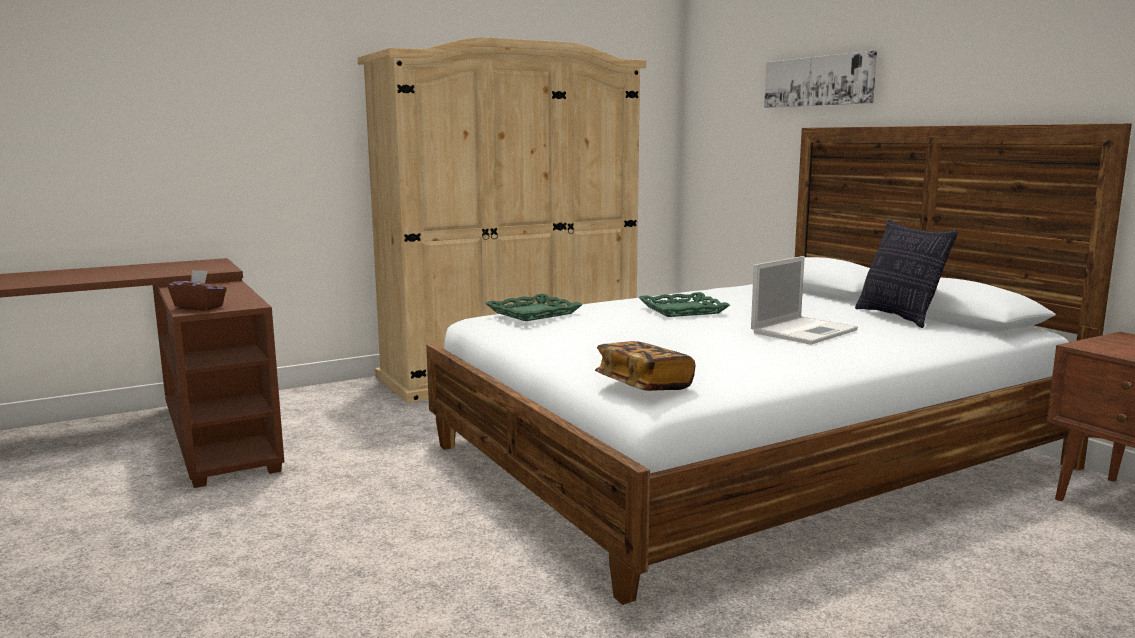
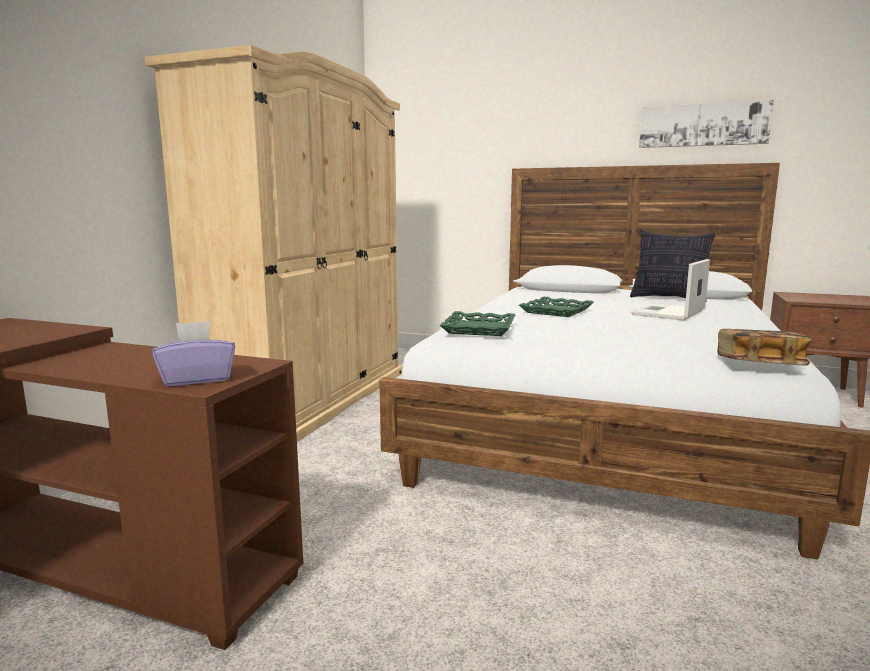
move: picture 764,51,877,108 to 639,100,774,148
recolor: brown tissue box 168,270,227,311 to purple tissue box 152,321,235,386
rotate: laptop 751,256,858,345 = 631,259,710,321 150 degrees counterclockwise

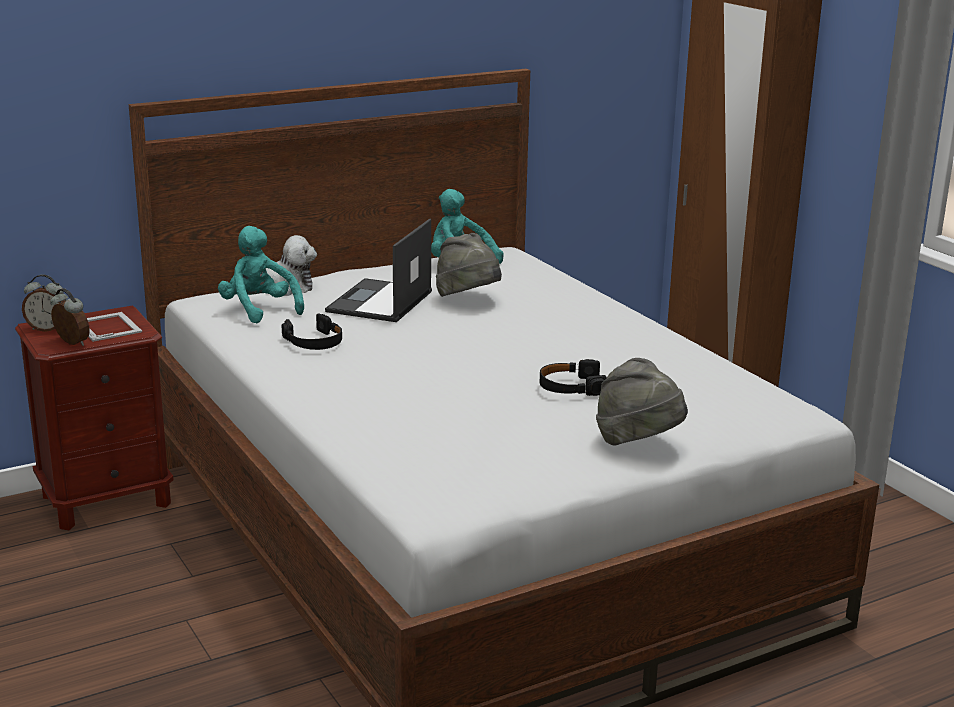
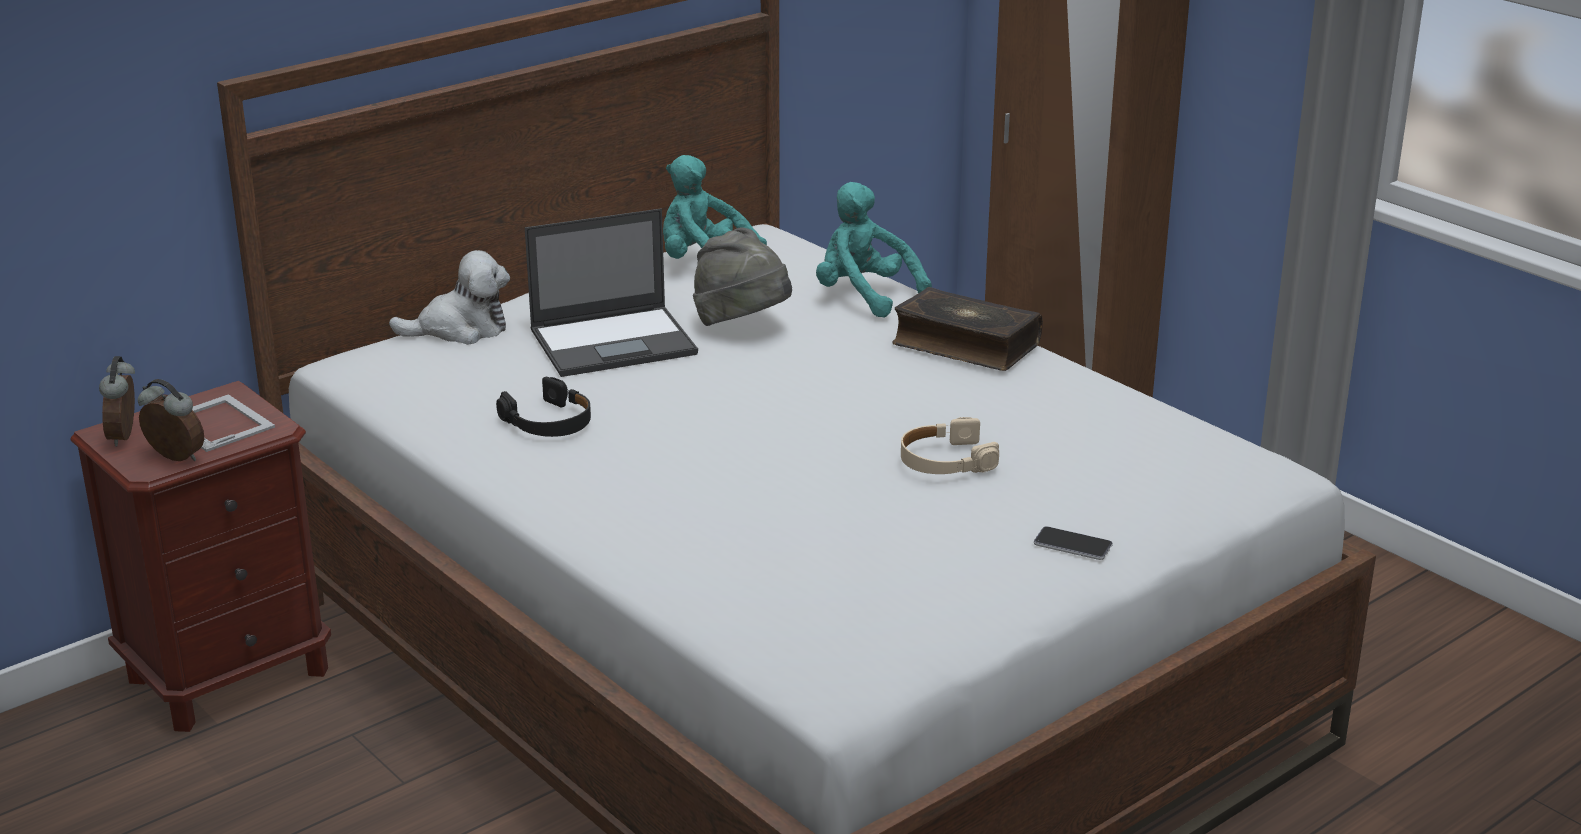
insert: book 892,287,1043,371
move: turquoise plush toy 218,226,304,323 to 816,182,932,318
replace: grey hat 596,358,688,446 to phone 1034,526,1113,560
recolor: black headphones 540,359,607,396 to beige headphones 901,417,999,474
rotate: alarm clock 22,274,65,332 = 99,356,135,447 90 degrees clockwise; laptop 325,219,432,322 = 525,208,698,377 120 degrees counterclockwise

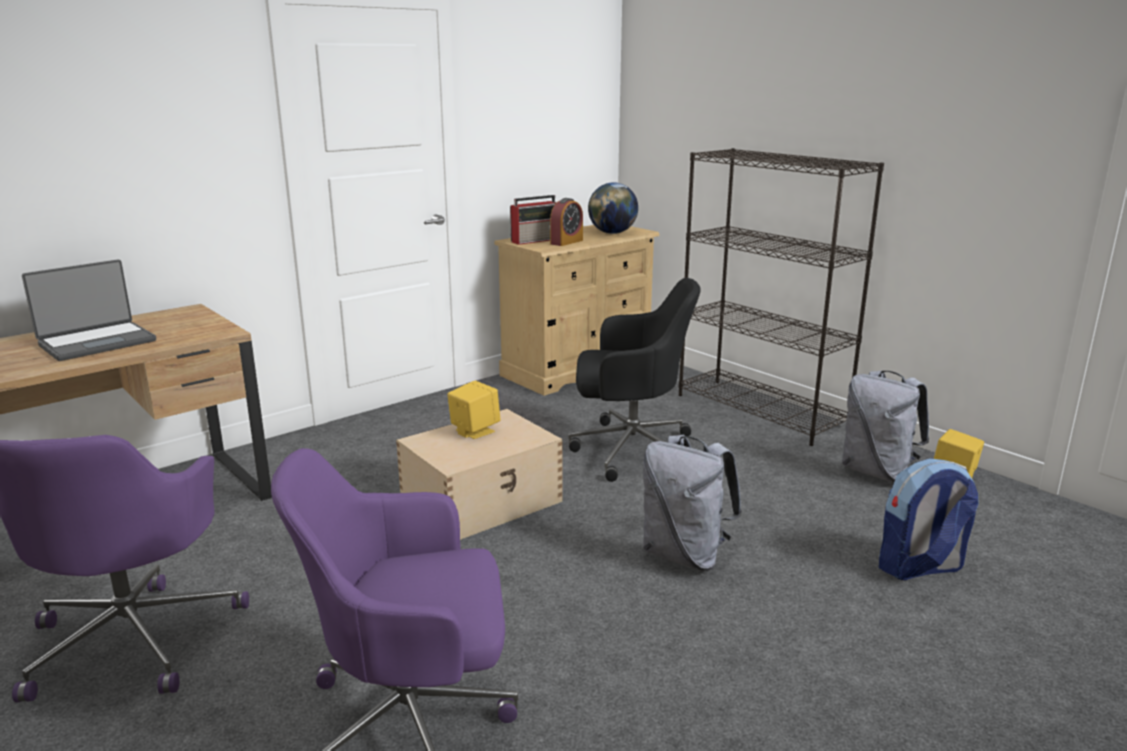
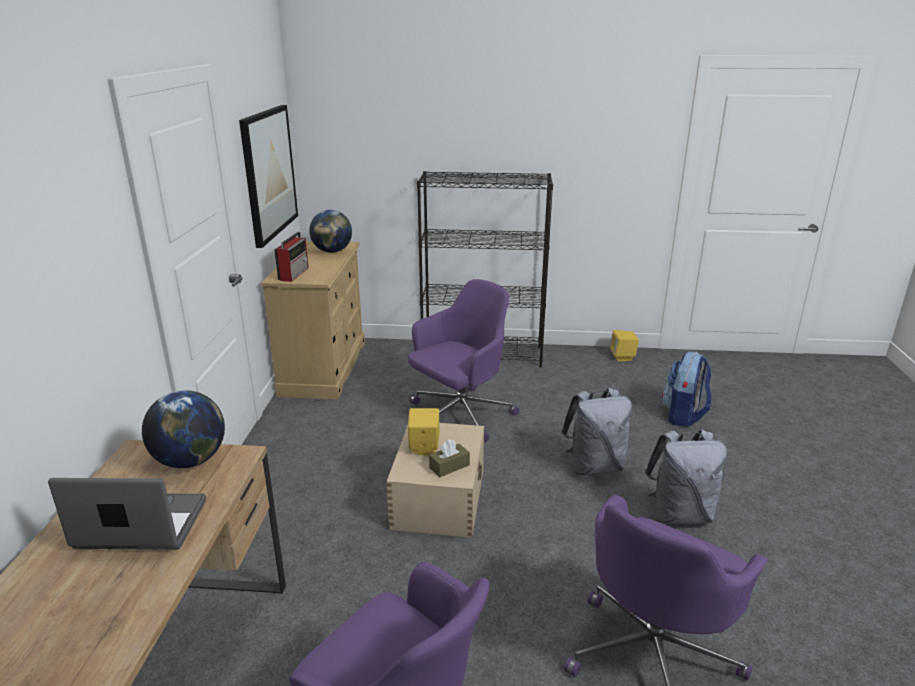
delete: alarm clock 550,198,583,246
insert: globe 142,390,225,468; picture 239,105,298,248; brown tissue box 429,439,470,477
move: grey backpack 842,371,929,482 to 645,429,727,524
recolor: black office chair 568,278,701,482 to purple office chair 408,279,519,442
rotate: laptop 22,259,156,361 = 48,478,206,550 90 degrees counterclockwise

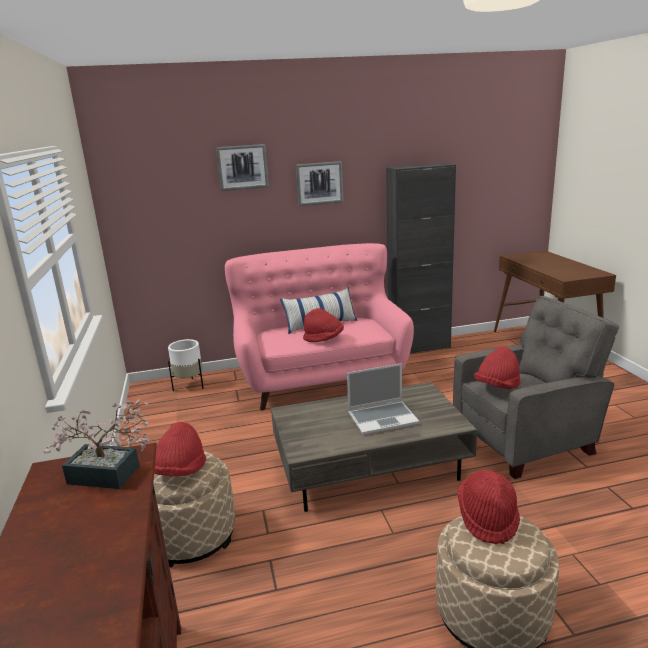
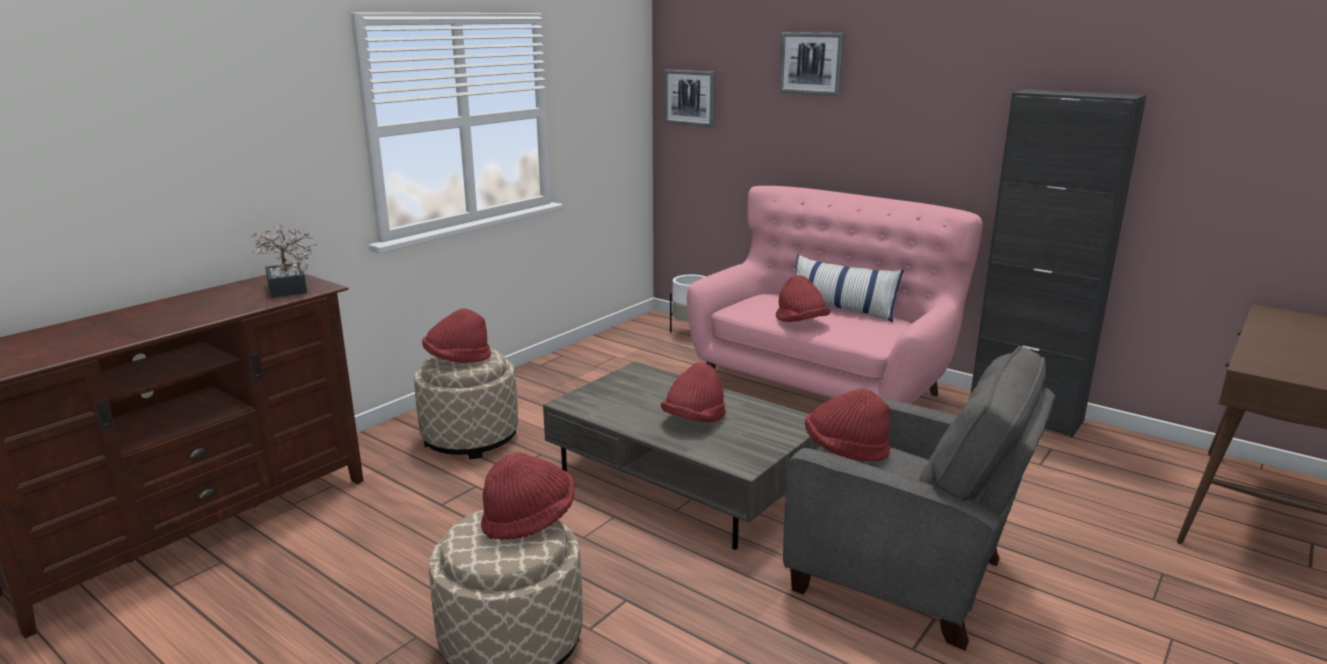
move: picture 296,161,343,206 to 664,70,716,127
replace: laptop 347,363,419,435 to red hat 660,362,726,422

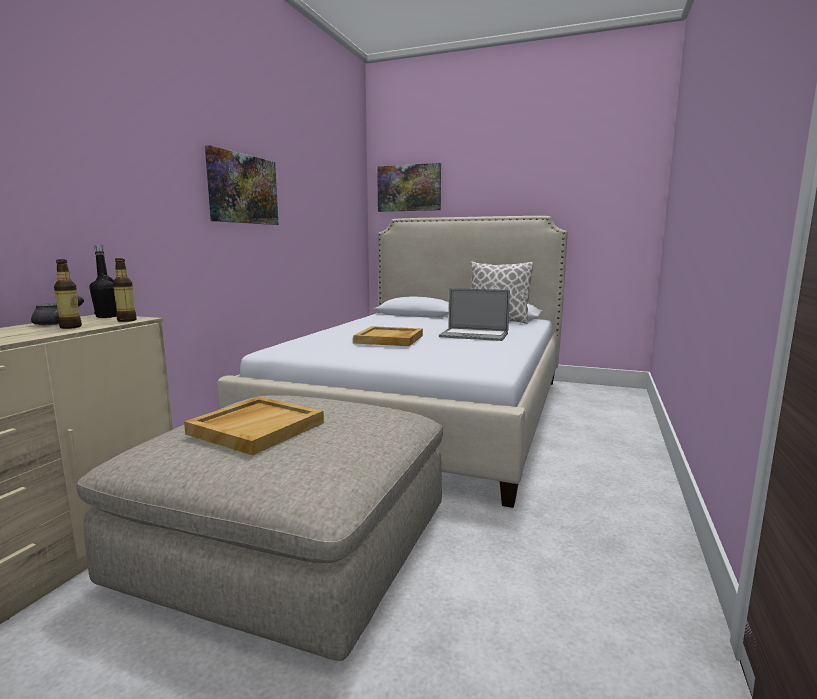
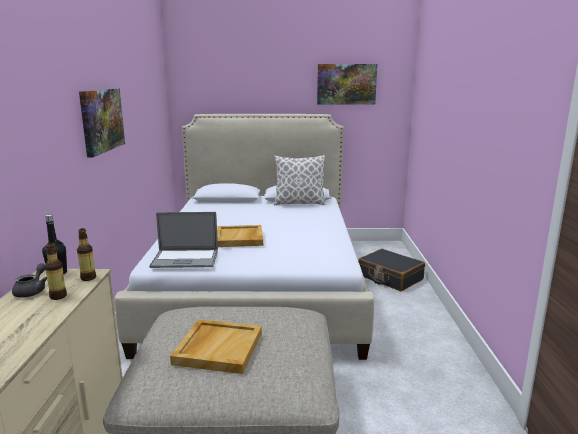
insert: black suitcase 358,249,425,291
move: laptop 439,288,510,341 to 149,212,218,268; picture 377,163,441,212 to 317,64,377,105

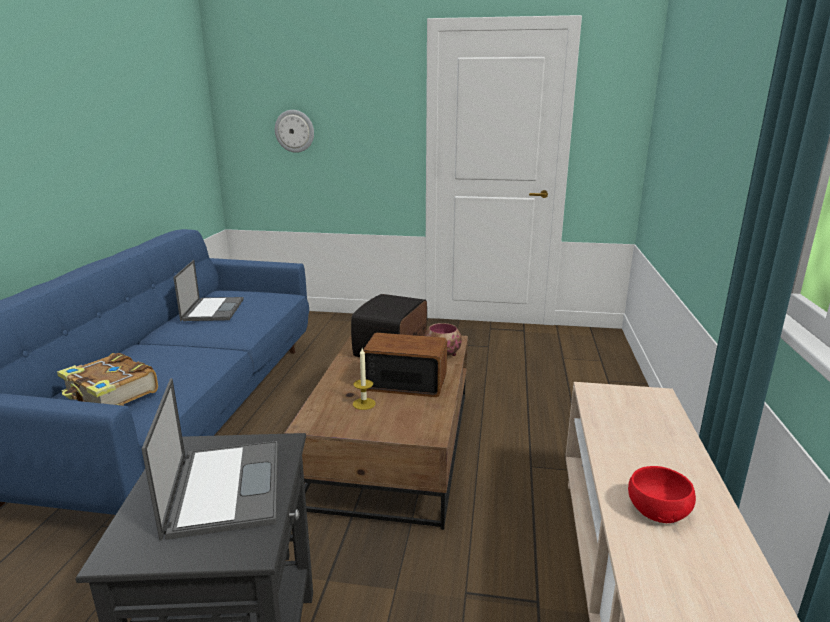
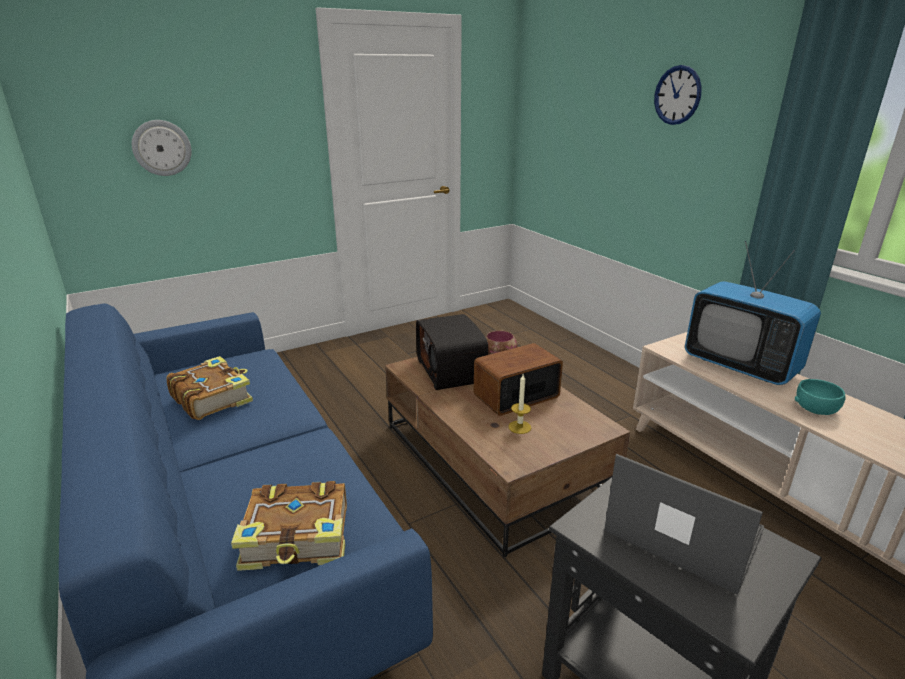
insert: wall clock 654,65,702,125; television 685,241,821,385
replace: laptop 173,260,244,321 to book 166,356,253,420
recolor: red bowl 628,466,696,523 to turquoise bowl 795,379,846,415

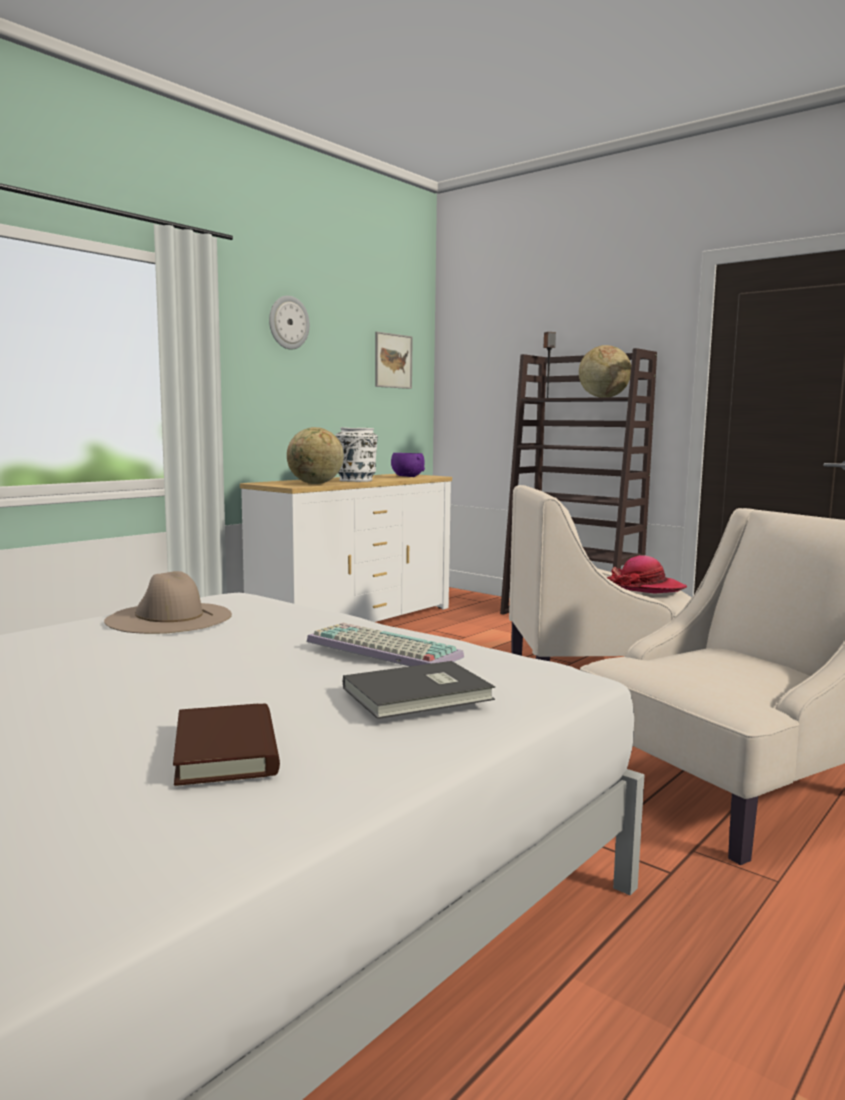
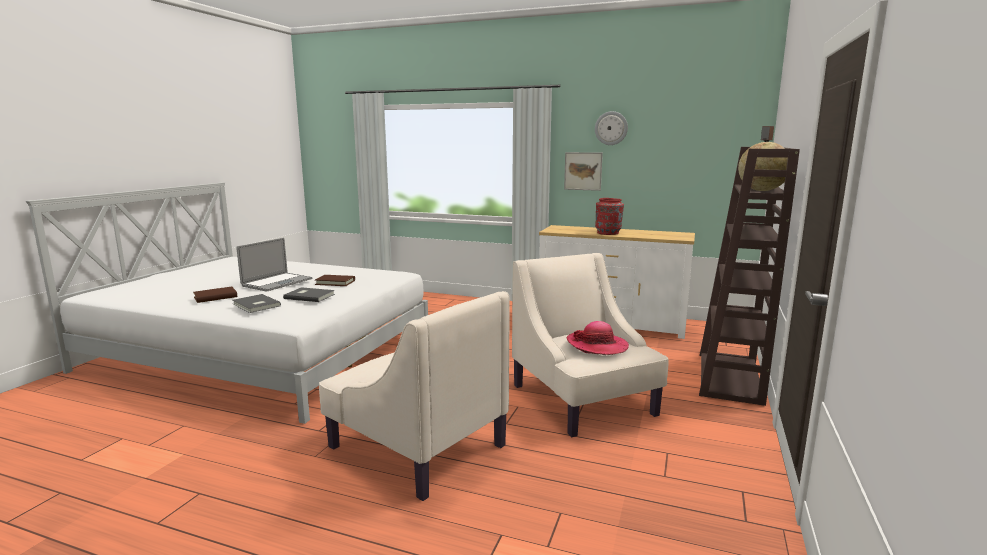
delete: beige hat 104,571,232,634; globe 287,427,344,484; purple bowl 391,453,425,477
insert: laptop 236,238,313,291; brown book 315,275,355,286
move: picture 375,332,413,389 to 564,152,603,191
replace: keyboard 307,623,464,666 to grey book 283,287,335,302
recolor: white vase 336,427,378,482 to red vase 595,198,624,235

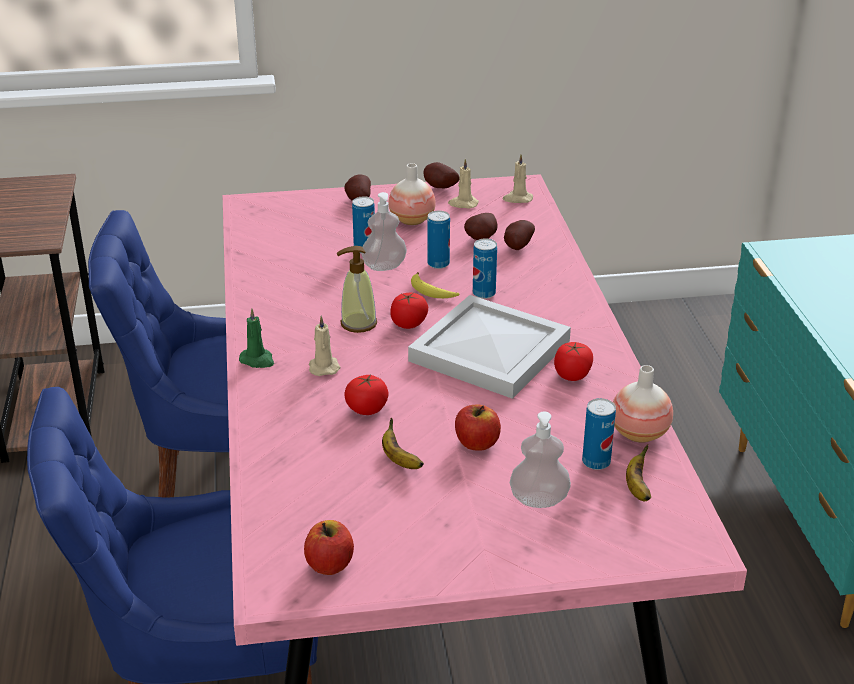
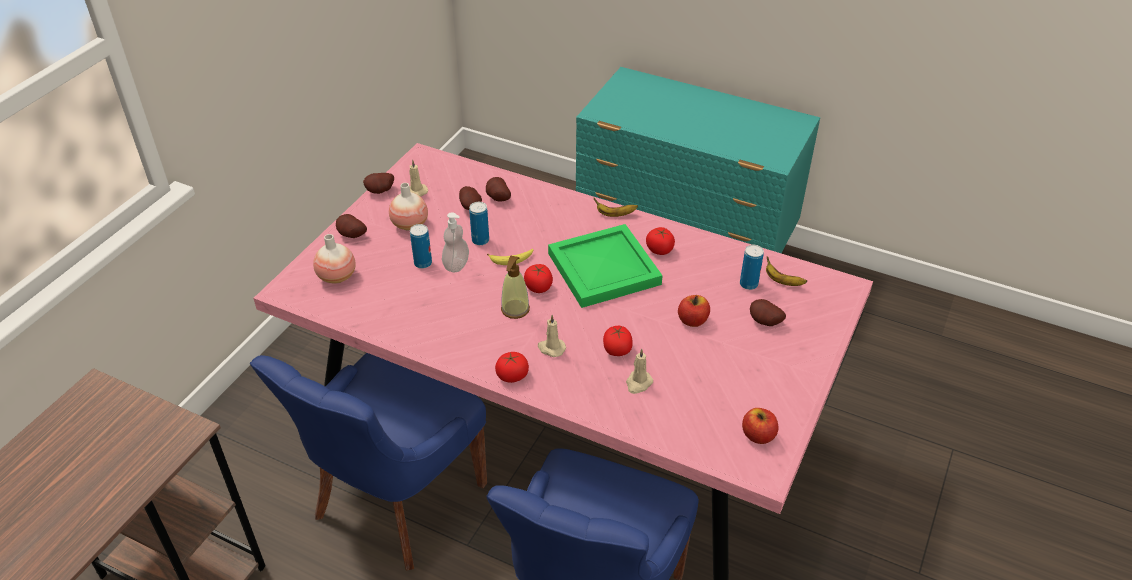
delete: can 473,239,497,299
move: vase 613,365,673,443 to 313,234,356,284; banana 382,418,424,469 to 594,198,638,217; beige candle 503,154,533,203 to 626,349,653,394
replace: green candle 239,308,274,368 to tomato 495,352,529,383; soap dispenser 510,412,571,508 to potato 750,299,786,326
recolor: white tray 408,295,571,399 to green tray 548,224,663,308

